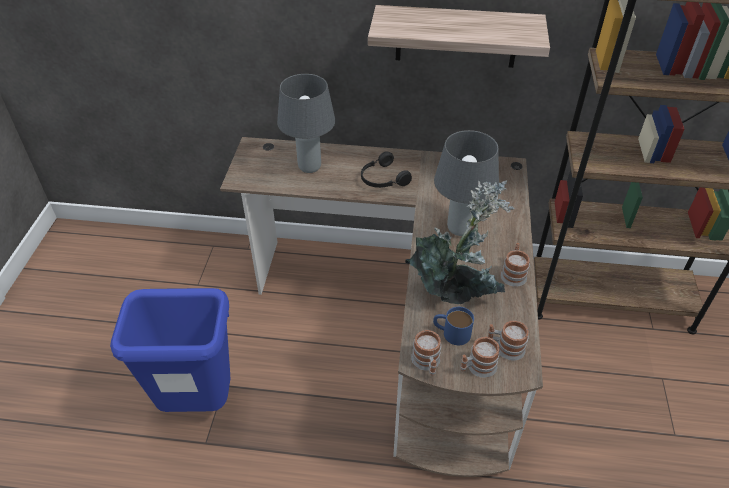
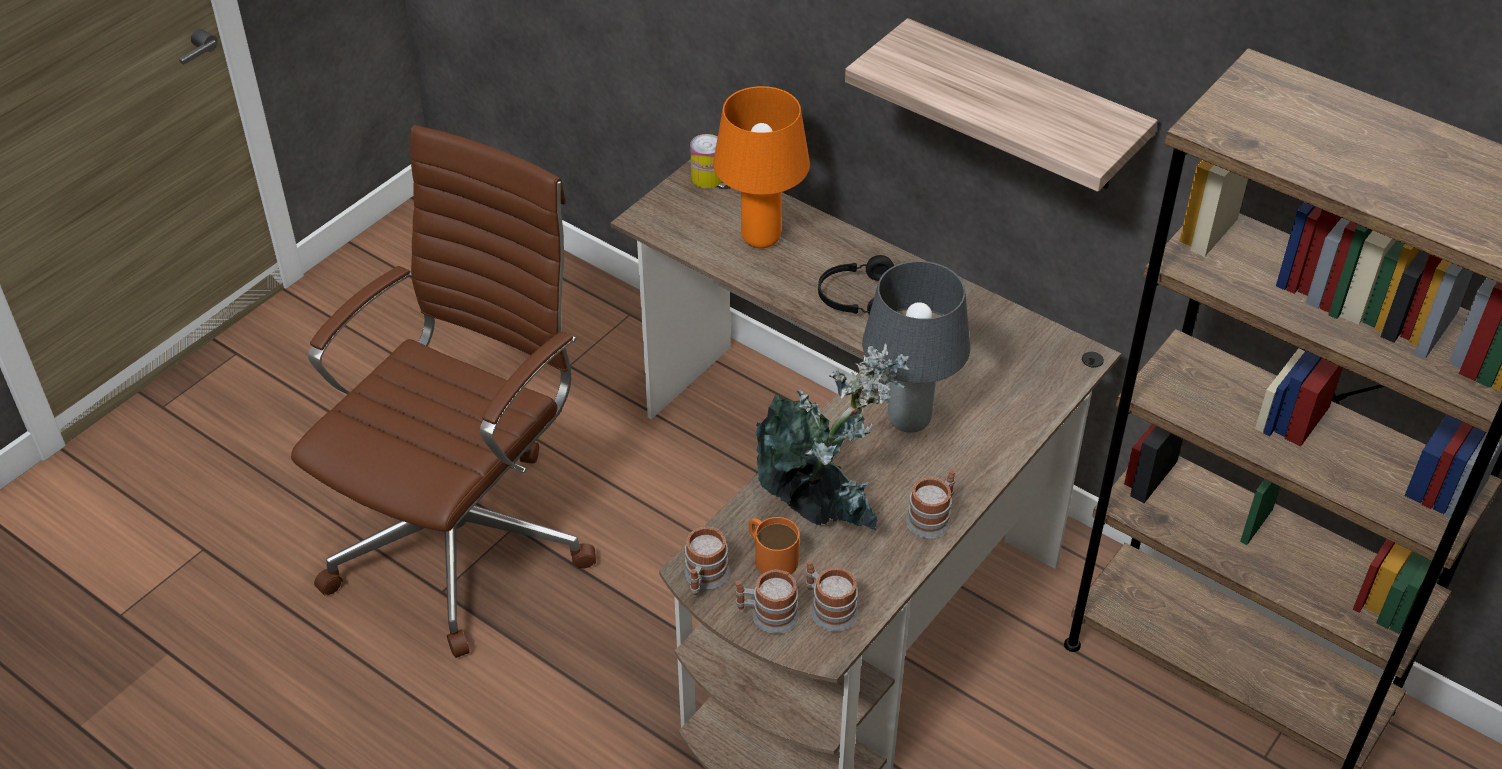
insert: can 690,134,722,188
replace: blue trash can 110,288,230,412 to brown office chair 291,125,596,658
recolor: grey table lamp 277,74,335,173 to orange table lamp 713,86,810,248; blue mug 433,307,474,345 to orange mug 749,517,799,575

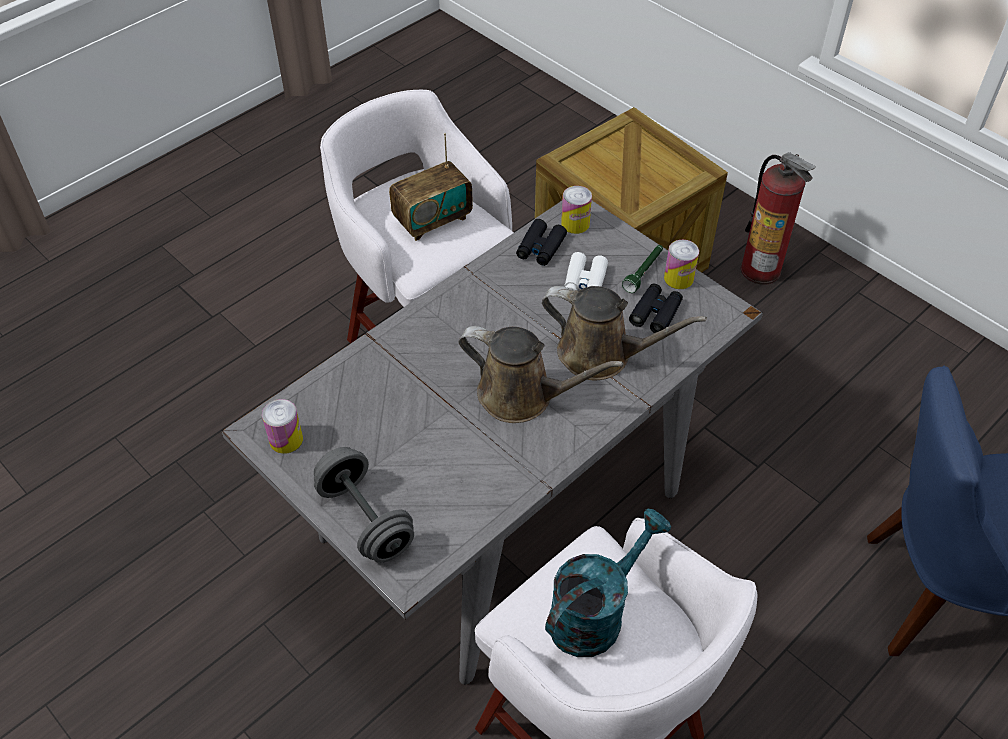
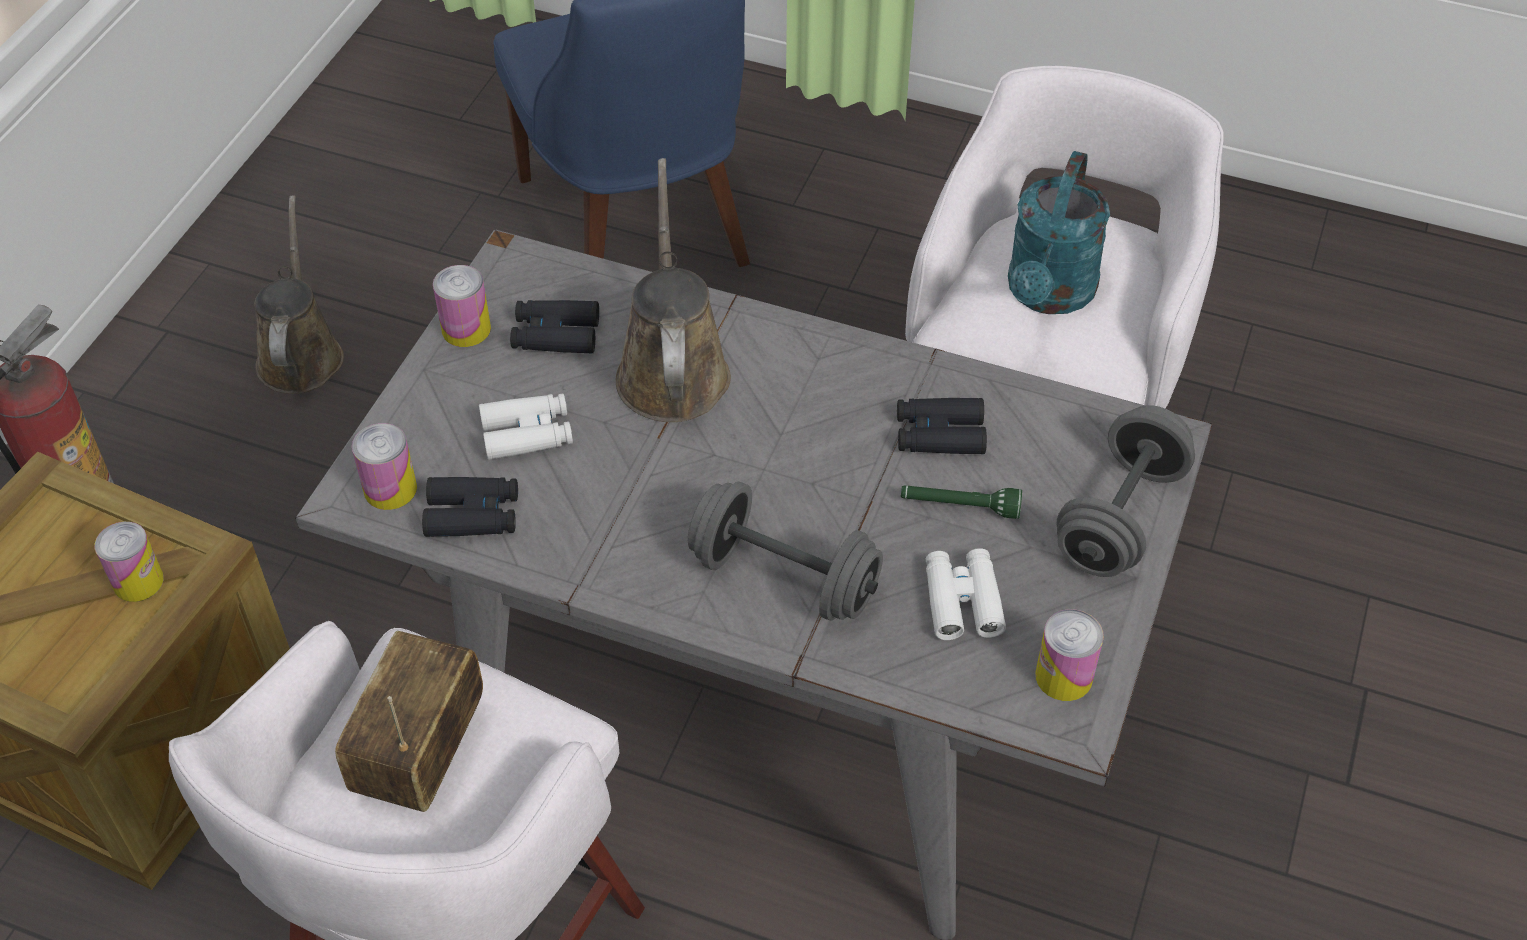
insert: can 94,522,164,602; grey dumbbell 688,482,883,621; black binoculars 897,398,987,454; white binoculars 926,548,1006,640
move: brown watering can 459,326,624,423 to 254,195,344,394; green flashlight 622,245,663,293 to 901,485,1022,519
rotate: radio 389,133,473,241 = 335,631,483,812 105 degrees counterclockwise; turquoise watering can 545,509,671,657 = 1008,151,1110,314 90 degrees counterclockwise

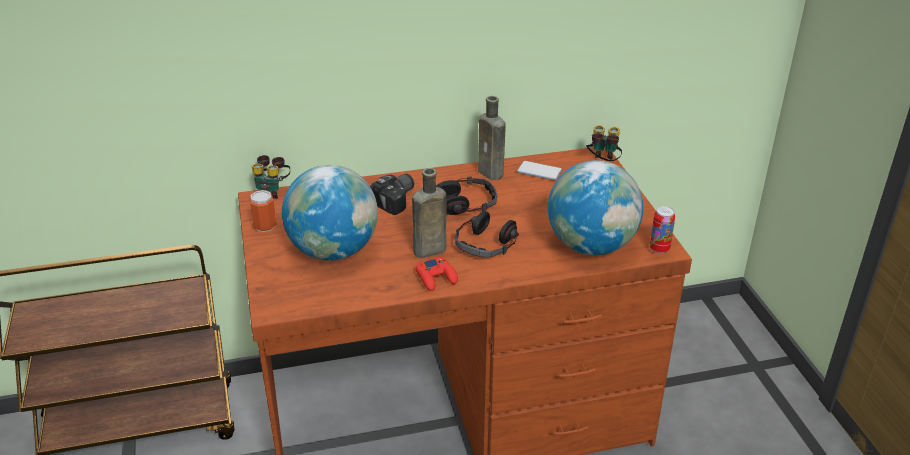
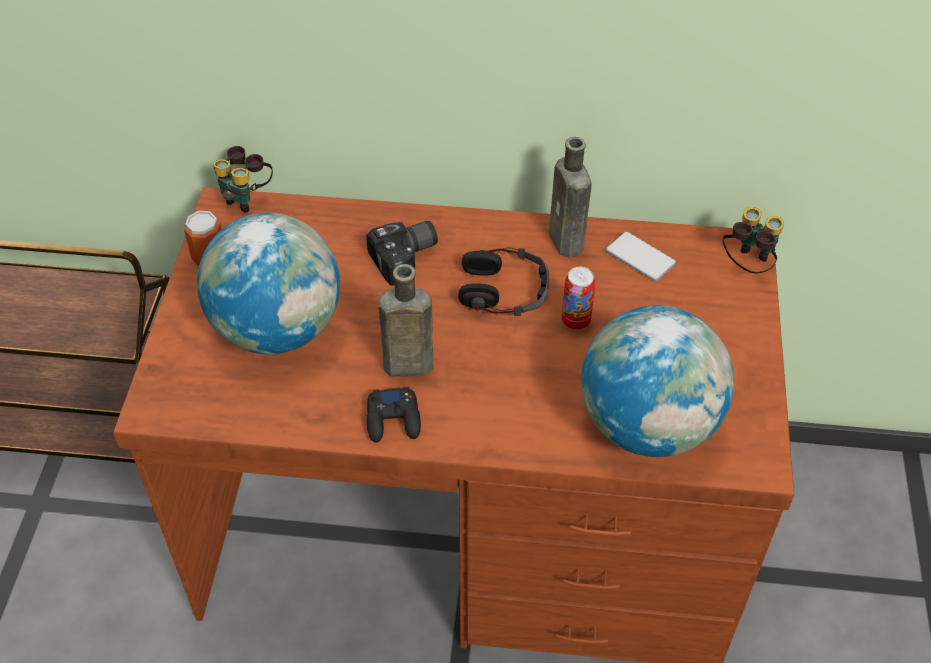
delete: headphones 455,211,519,258
move: can 650,206,675,254 to 561,267,596,330
recolor: red game controller 416,257,458,291 to black game controller 366,387,421,442

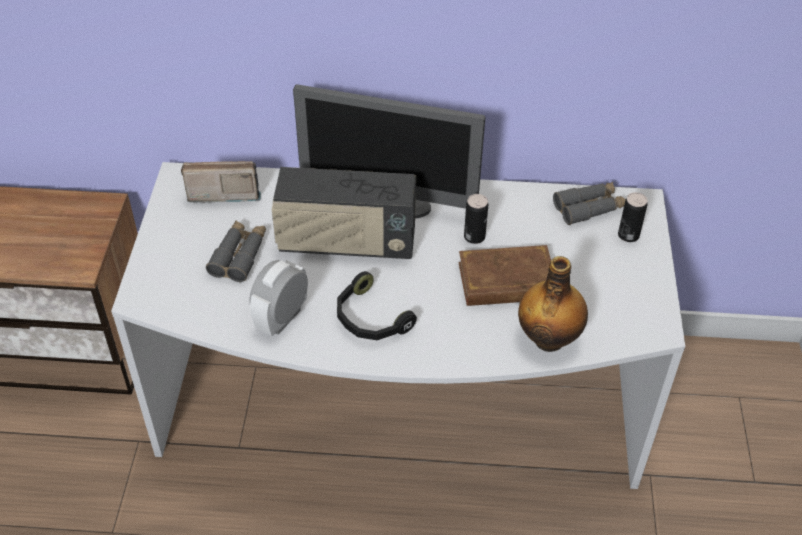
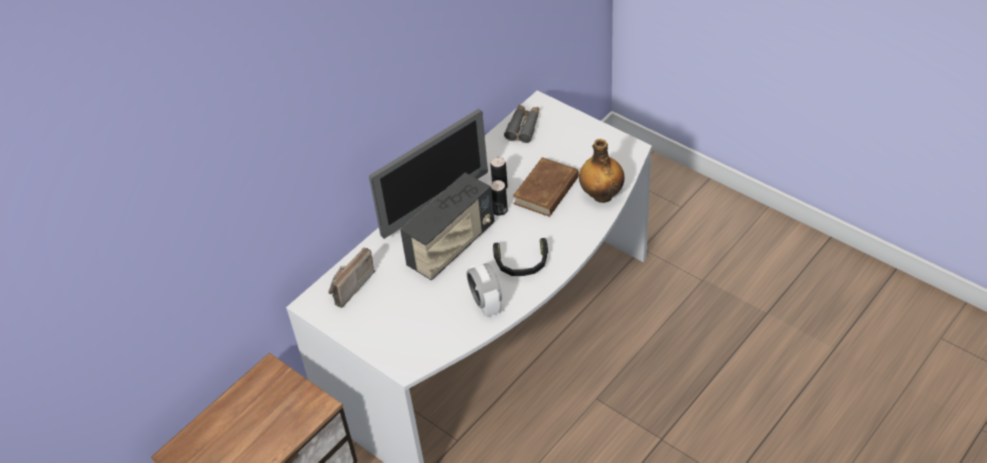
delete: grey binoculars 206,220,266,282
move: can 618,192,648,242 to 490,180,508,216

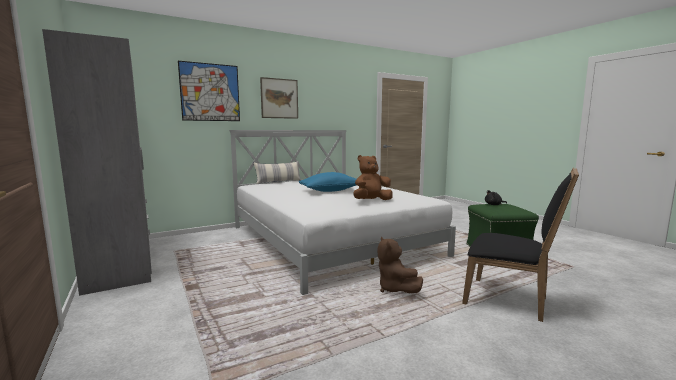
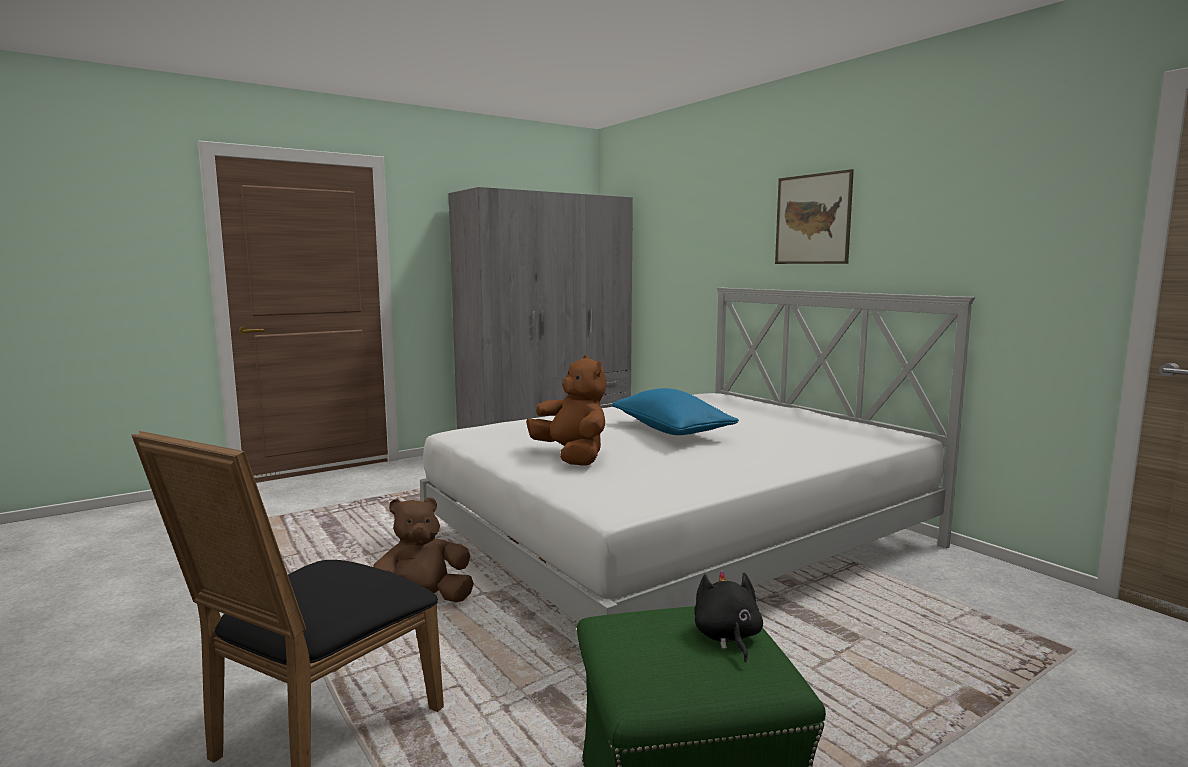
delete: picture 178,61,240,121; pillow 254,161,301,184

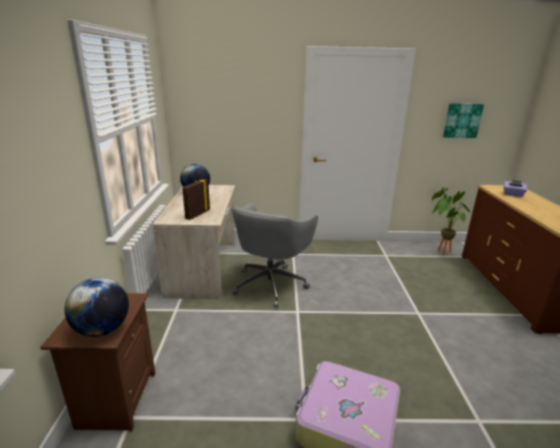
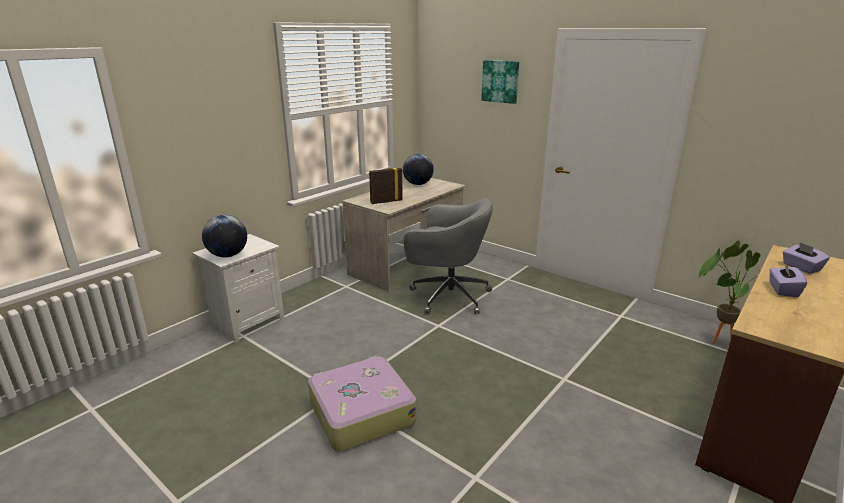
insert: purple tissue box 770,262,807,297
move: picture 443,103,484,138 to 481,60,519,104
recolor: brown nightstand 40,293,155,432 to white nightstand 192,234,285,343
rotate: grey office chair 232,203,318,308 = 404,198,493,314 135 degrees counterclockwise

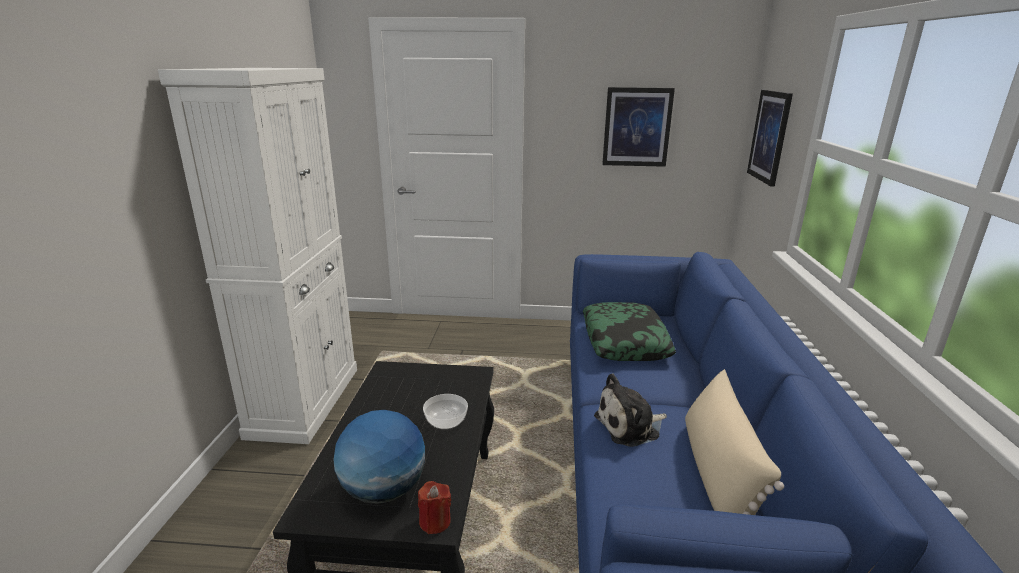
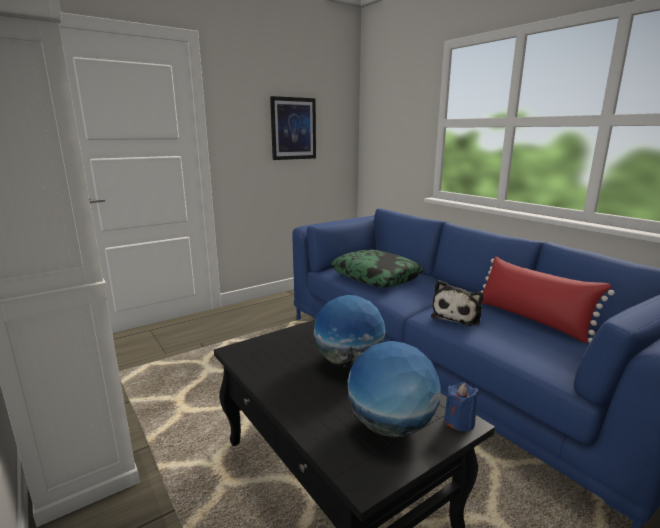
delete: picture 747,90,793,187
replace: bowl 423,394,468,429 to globe 314,295,385,368
recolor: red candle 418,481,451,534 to blue candle 444,382,479,431; beige pillow 685,369,784,515 to red pillow 481,256,615,344

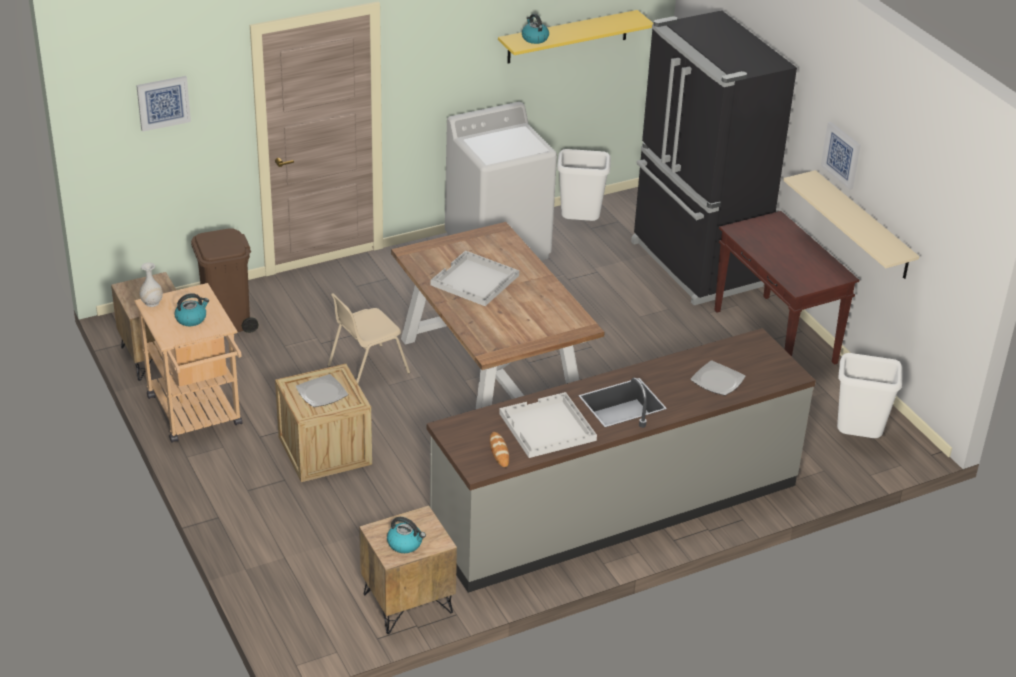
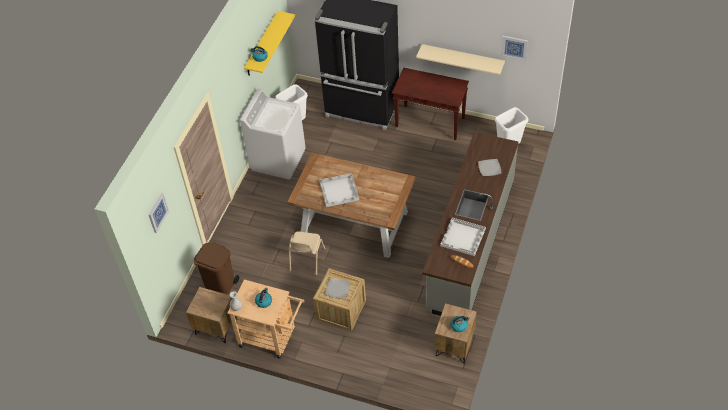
move: picture 821,122,861,190 to 501,36,528,61

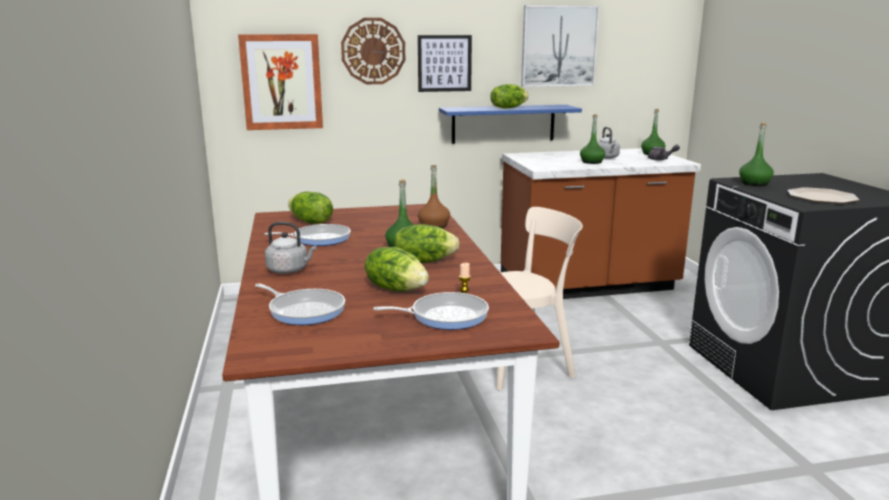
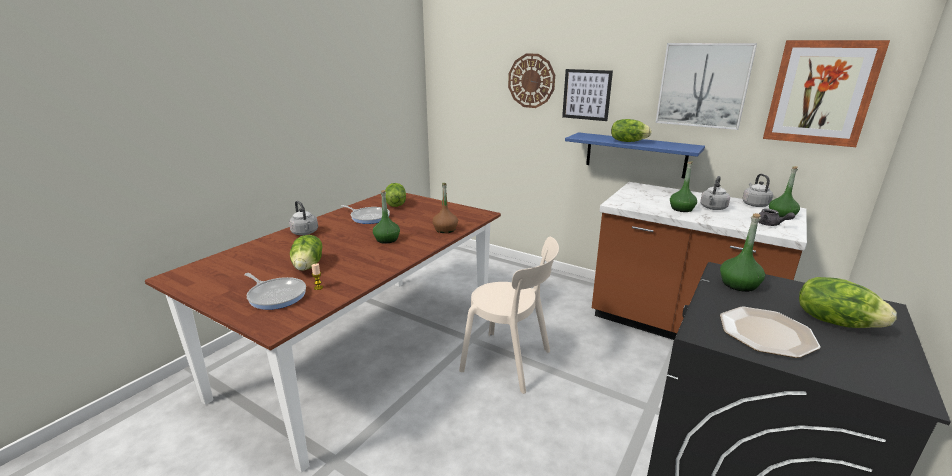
delete: frying pan 255,283,345,325
insert: grey kettle 742,174,773,207
move: picture 238,34,323,130 to 763,40,890,147; lettuce 394,224,459,263 to 799,277,897,328

